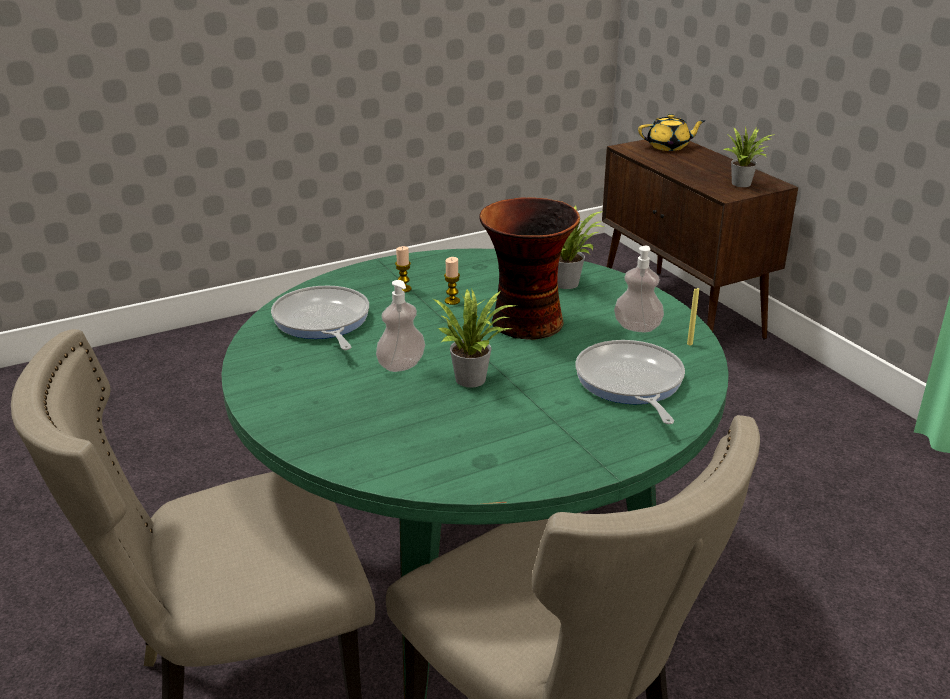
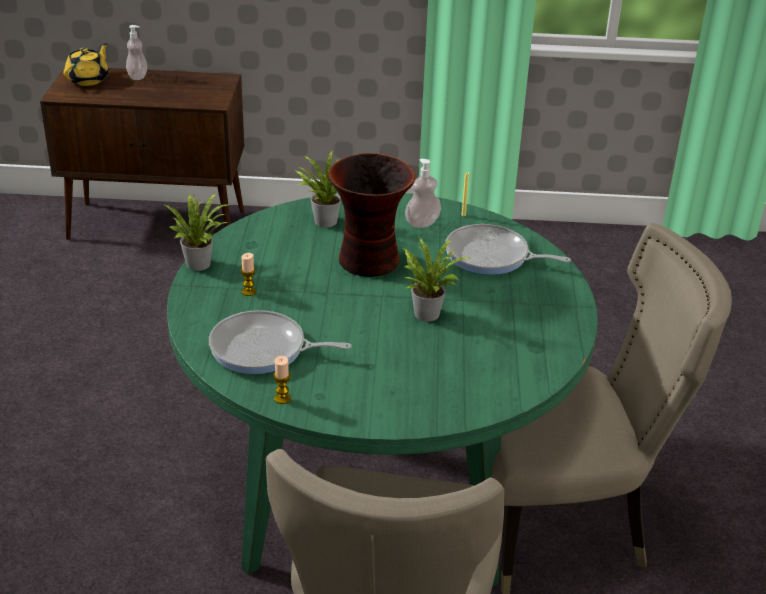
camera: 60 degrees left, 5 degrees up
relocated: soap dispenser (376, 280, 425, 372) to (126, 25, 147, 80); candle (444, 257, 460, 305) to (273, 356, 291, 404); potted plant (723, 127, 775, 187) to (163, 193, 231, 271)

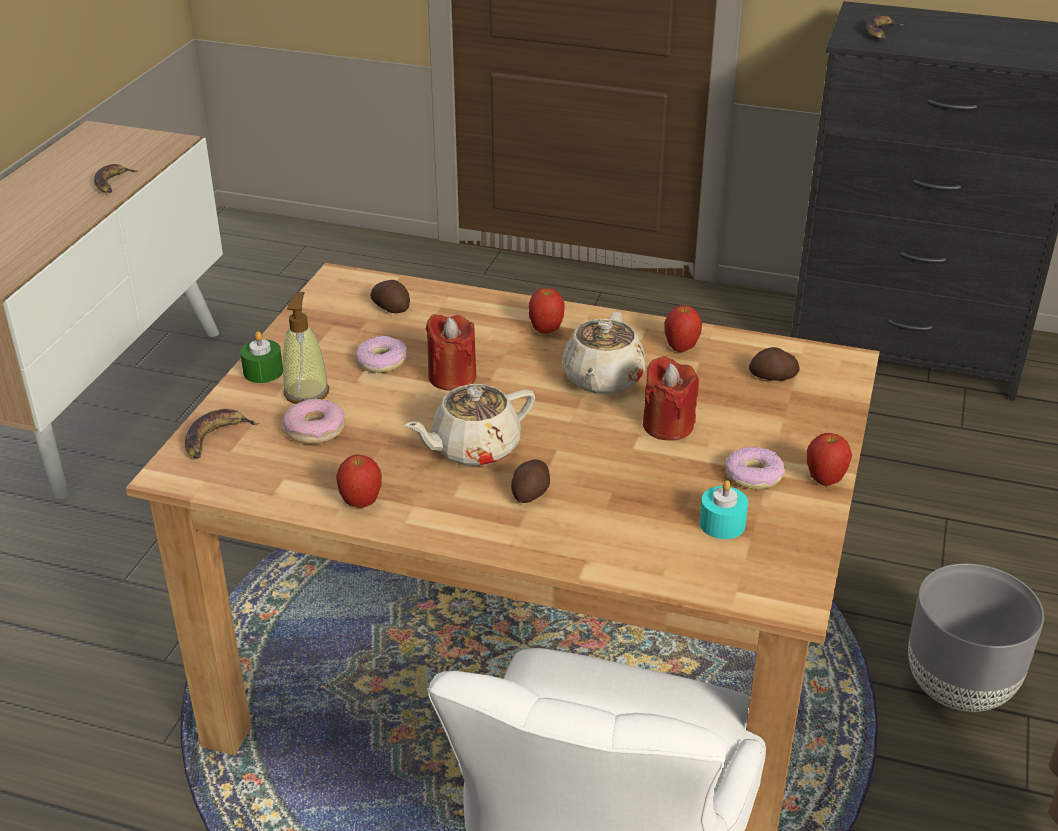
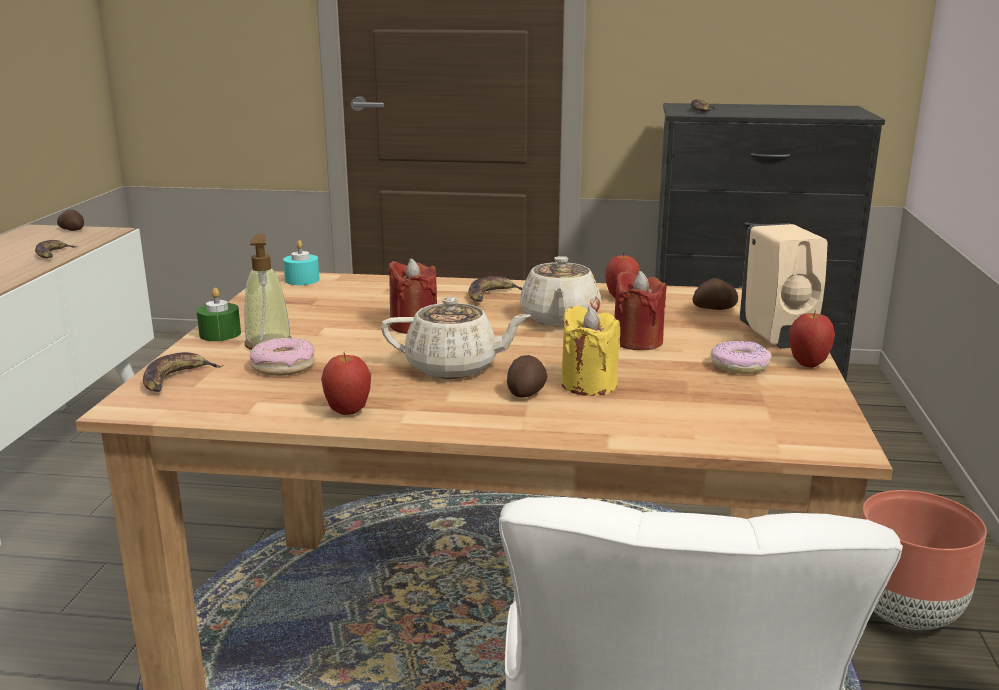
camera: 10 degrees left, 15 degrees down
missing: donut (355, 336, 407, 373)
appeared: candle in yellow (561, 306, 620, 396); soap dispenser in beige (740, 223, 828, 348)
relocated: potato (371, 280, 410, 313) to (57, 209, 84, 231); candle in turquoise (699, 480, 748, 539) to (283, 240, 319, 285)
exchanged: apple (528, 288, 565, 334) to banana (468, 276, 522, 302)
colour: planter in grey (908, 563, 1044, 712) to planter in brown (862, 490, 987, 630)
spun: teapot in beige (405, 384, 535, 466) = (381, 297, 531, 379) 135 degrees counterclockwise

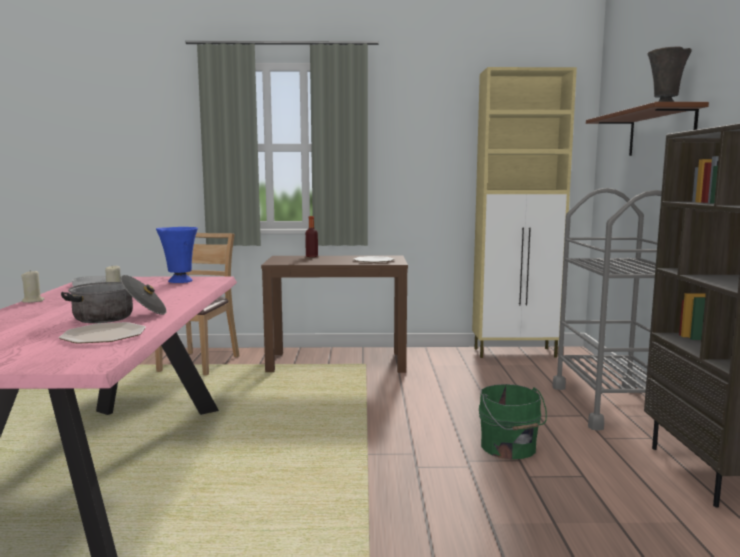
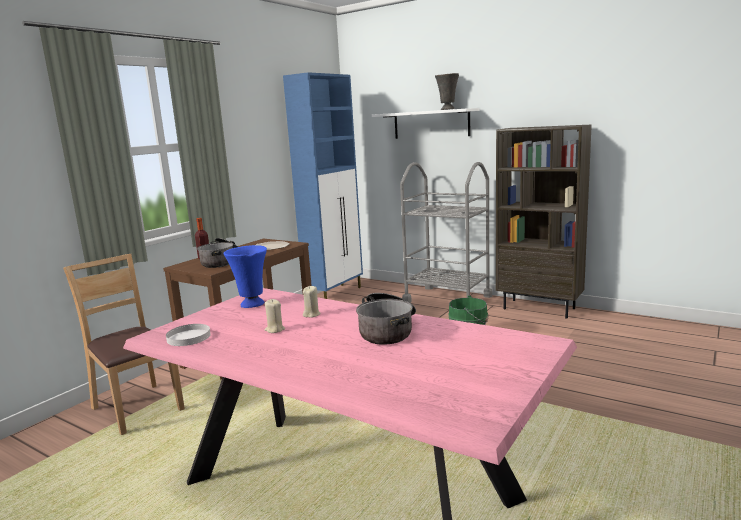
camera: 55 degrees left, 5 degrees up
missing: plate (59, 322, 146, 344)
appeared: cooking pot (197, 238, 238, 268)
relocated: candle in beige (21, 271, 45, 303) to (303, 286, 321, 318)
colour: cabinet in beige (472, 67, 577, 358) to cabinet in blue (283, 72, 363, 299); shelf in brown (586, 102, 709, 156) to shelf in white (372, 108, 480, 139)

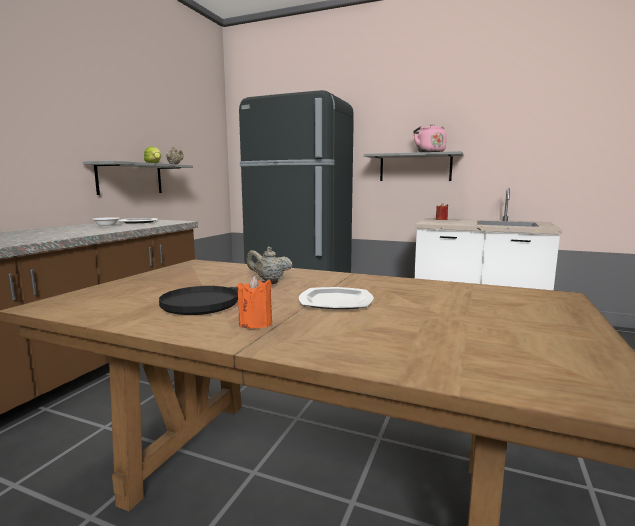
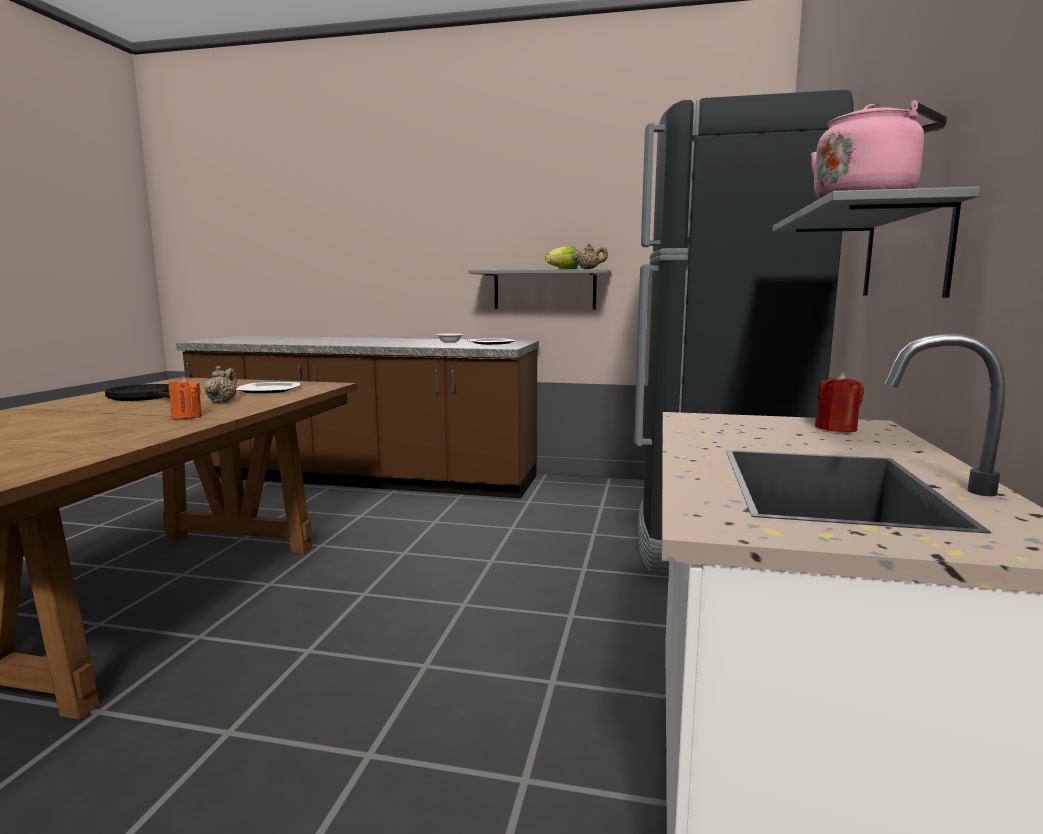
camera: 80 degrees right, 0 degrees up
relocated: candle in orange (238, 276, 272, 329) to (168, 376, 202, 419); plate (299, 287, 374, 309) to (236, 382, 300, 393)

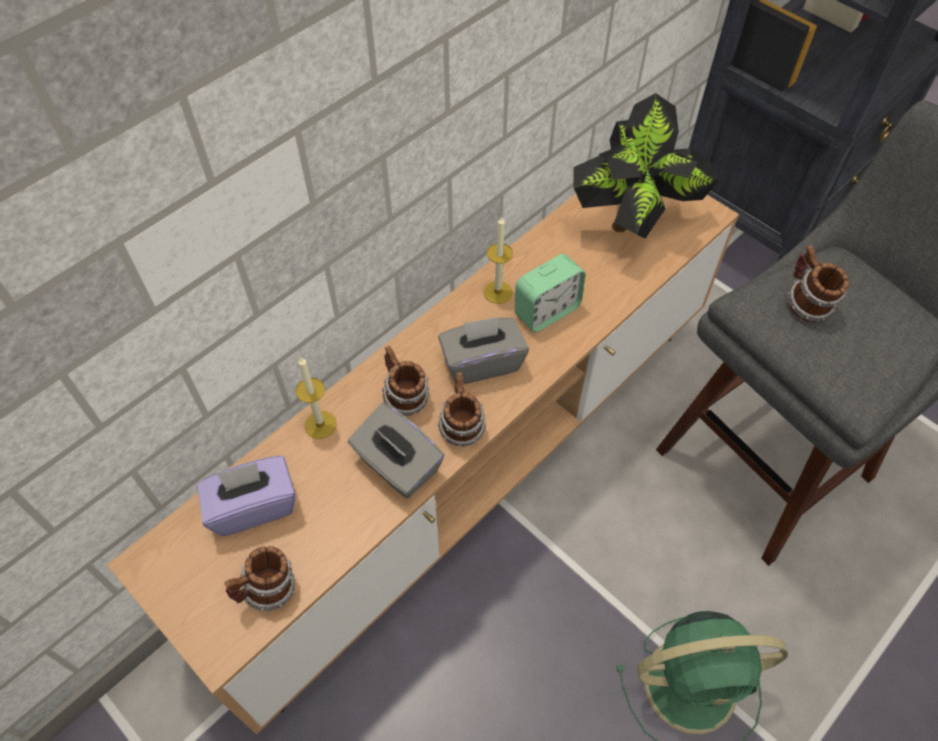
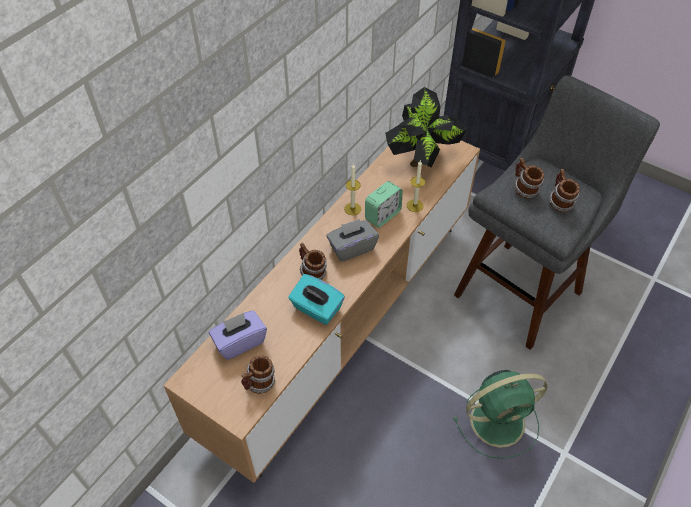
camera: 10 degrees left, 5 degrees down
relocated: candle (296, 357, 337, 439) to (407, 161, 425, 212); mug (438, 372, 486, 447) to (549, 169, 580, 212)
colour: tissue box in grey (348, 403, 444, 498) to tissue box in turquoise (288, 274, 345, 325)

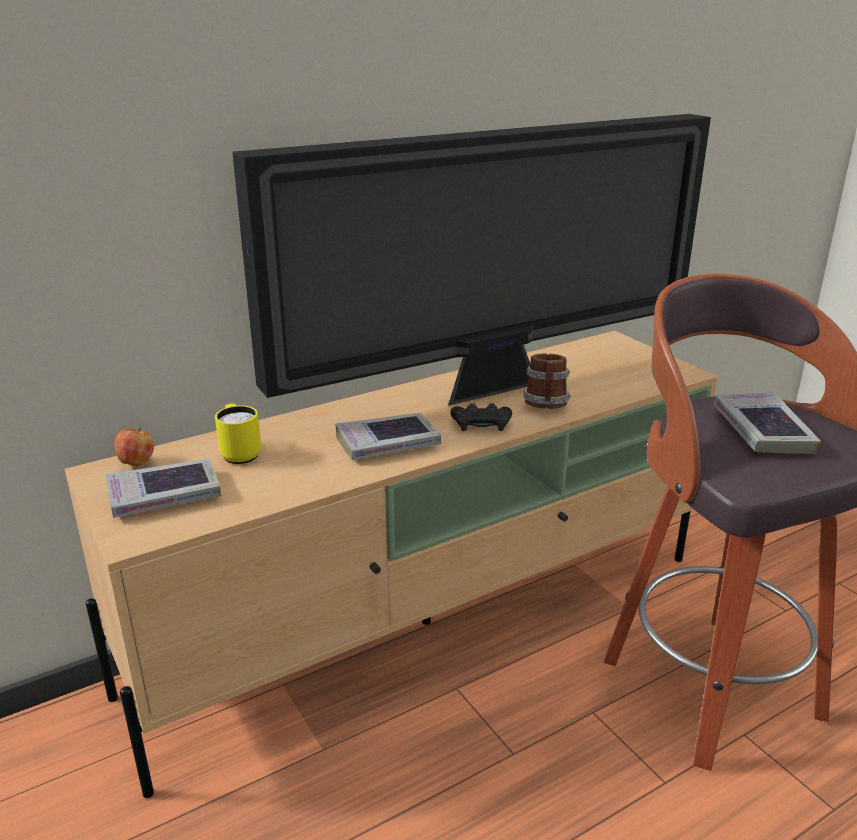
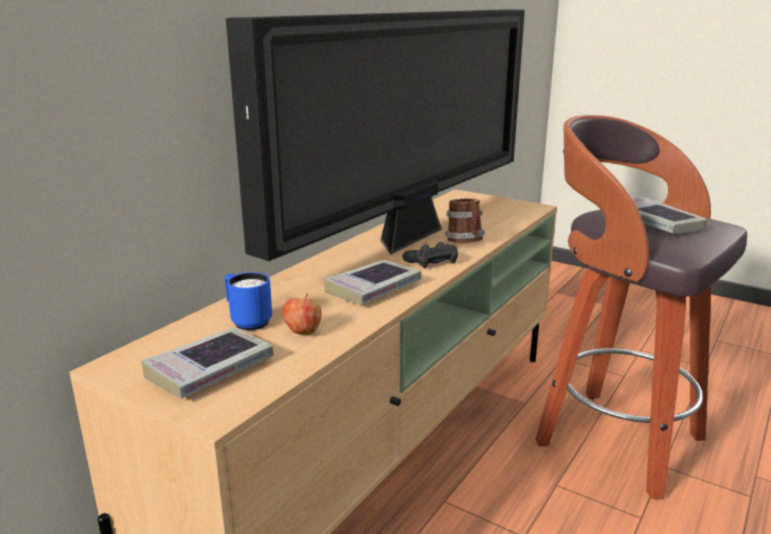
camera: 25 degrees left, 5 degrees down
relocated: apple (114, 427, 154, 467) to (282, 294, 322, 335)
colour: mug in yellow (215, 403, 261, 464) to mug in blue (224, 272, 272, 331)

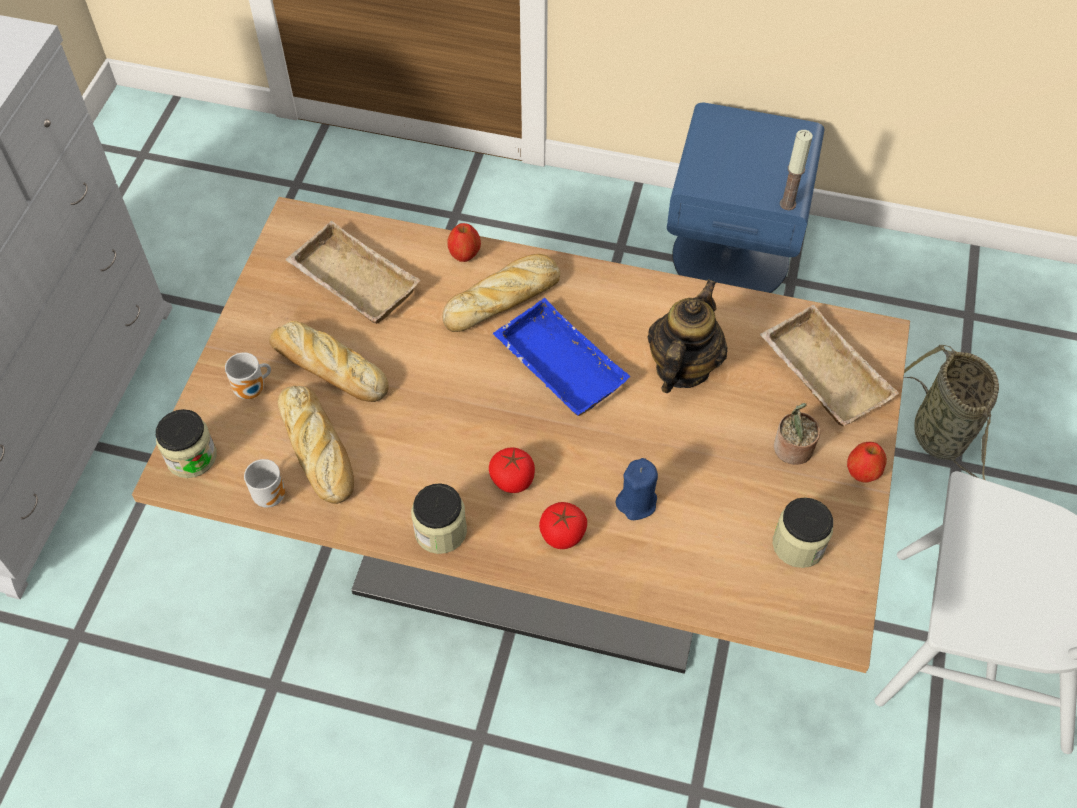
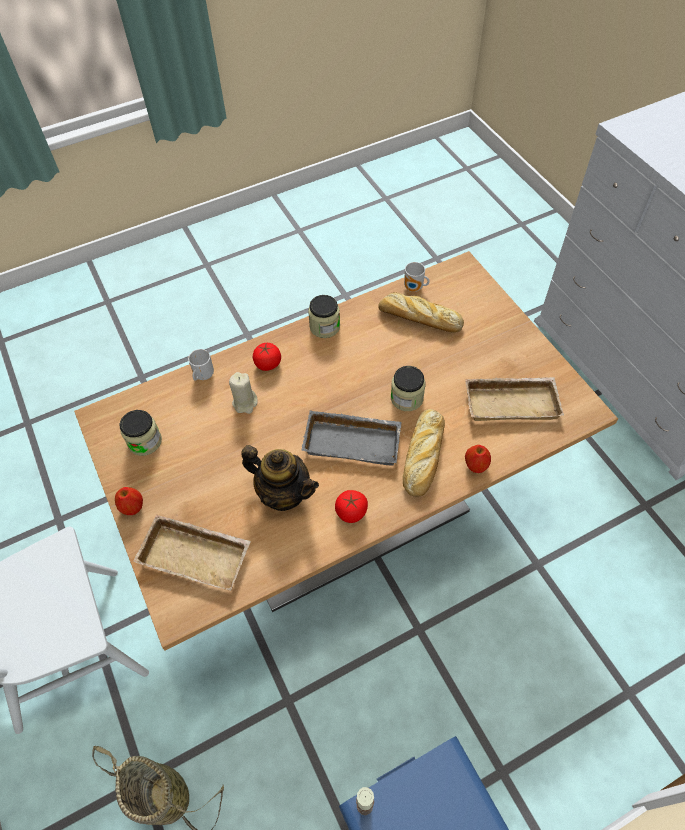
camera: 140 degrees right, 0 degrees up
missing: bread (269, 321, 389, 402); potted plant (774, 403, 820, 465)
relocated: jar (156, 409, 217, 478) to (391, 366, 425, 411); mug (225, 352, 271, 399) to (188, 349, 214, 381); tomato (489, 447, 535, 493) to (335, 490, 368, 523)
colour: tray in blue (493, 298, 630, 416) to tray in grey (302, 410, 402, 466); candle in blue (615, 458, 658, 520) to candle in beige (229, 372, 258, 414)
spun: teapot (647, 279, 728, 393) = (241, 445, 319, 511) 45 degrees counterclockwise

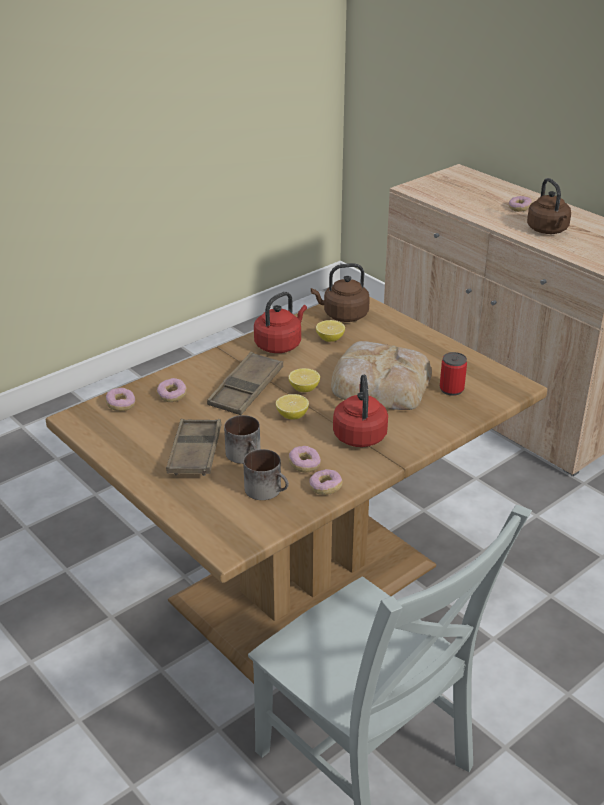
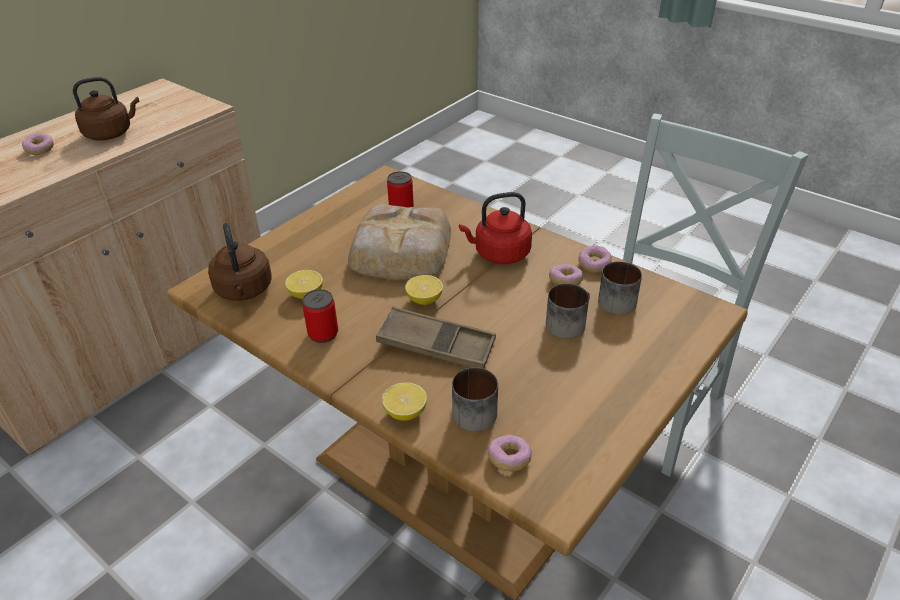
camera: 100 degrees left, 5 degrees up
missing: tray in brown (166, 419, 222, 476)
relocated: lemon (276, 394, 309, 419) to (382, 382, 427, 421)
exchanged: donut (157, 378, 187, 402) to mug (452, 367, 498, 431); kettle in red (254, 292, 307, 353) to can (302, 289, 338, 343)

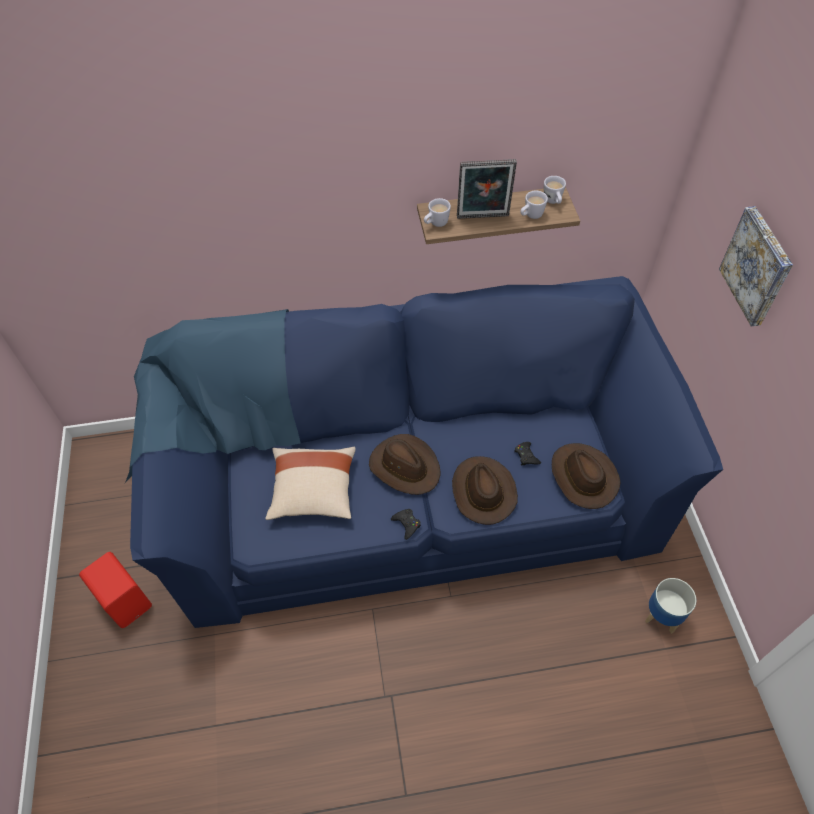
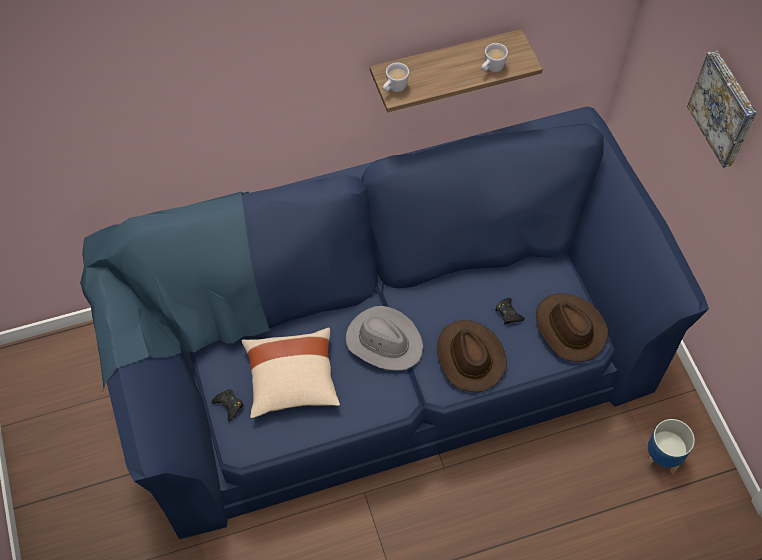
camera: 10 degrees left, 5 degrees up
missing: speaker in red (79, 552, 152, 628); picture frame (457, 159, 517, 219); mug in white (544, 176, 566, 204)
relocated: game controller in black (391, 509, 421, 540) to (211, 389, 243, 422)
colour: hat in brown (369, 434, 440, 495) to hat in grey (346, 306, 423, 371)

